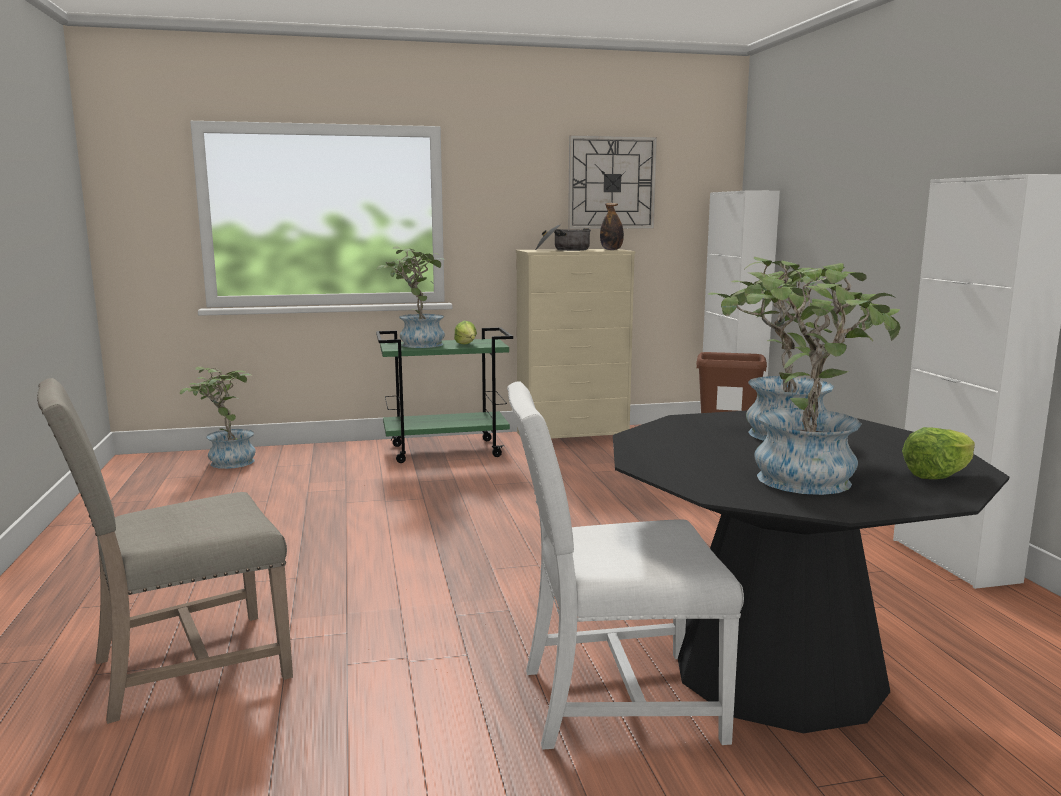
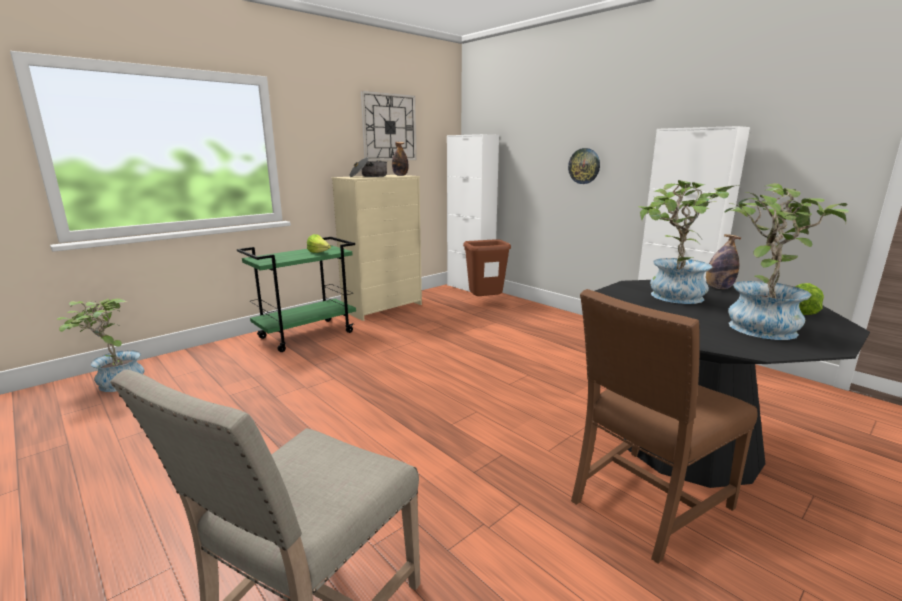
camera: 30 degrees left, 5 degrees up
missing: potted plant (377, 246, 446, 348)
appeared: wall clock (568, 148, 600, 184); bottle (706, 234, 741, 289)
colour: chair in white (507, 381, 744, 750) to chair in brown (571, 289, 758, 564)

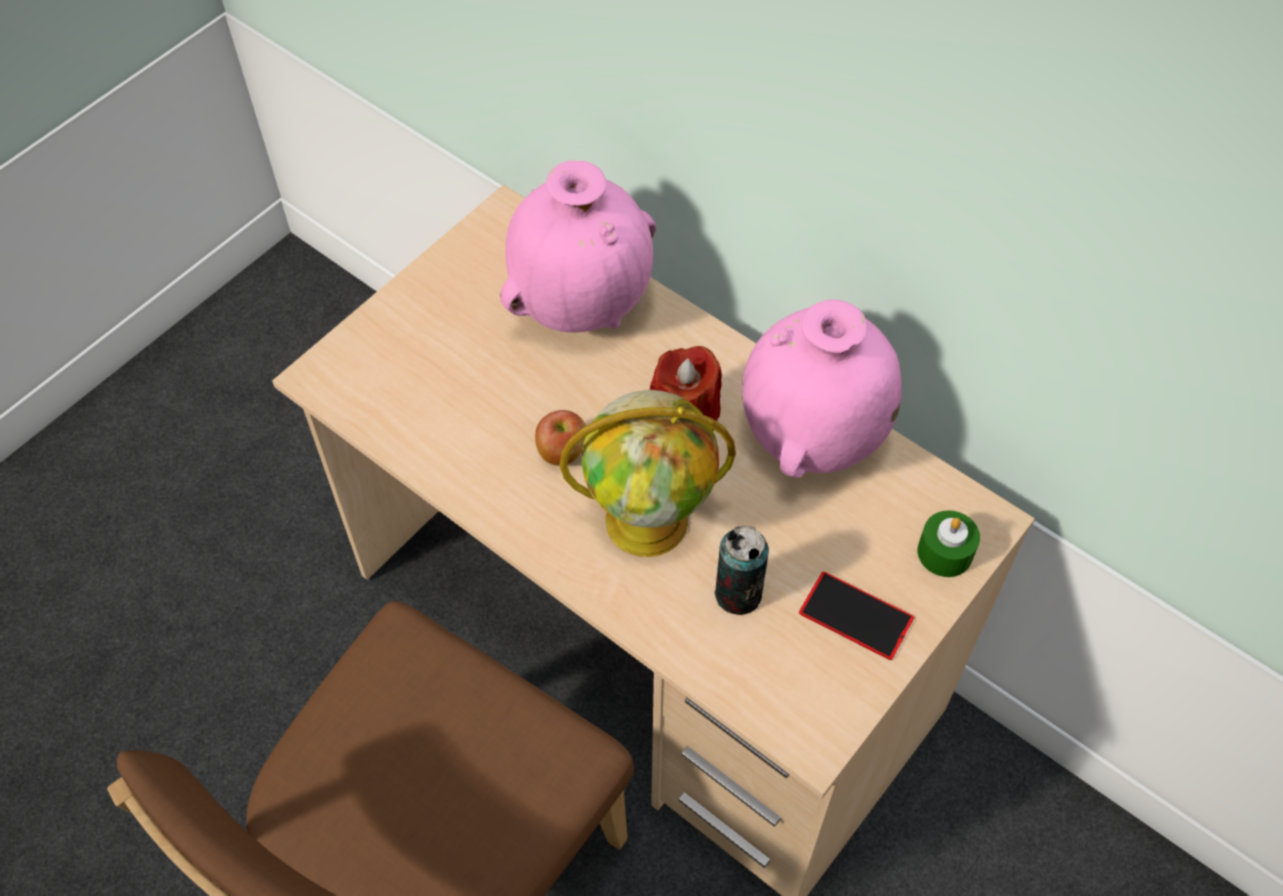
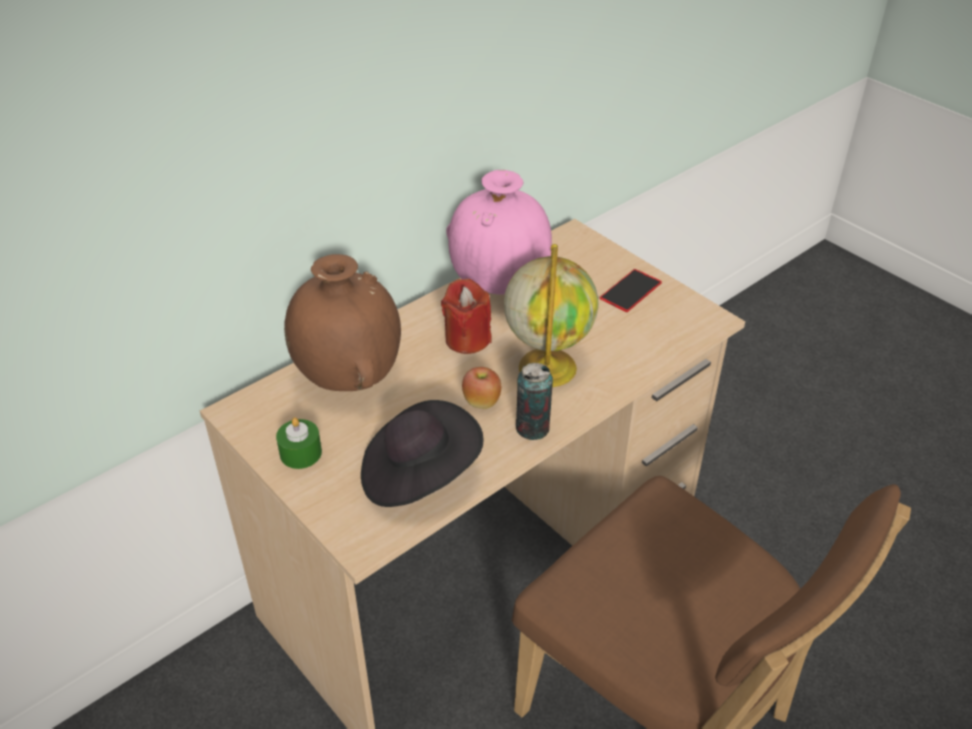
camera: 80 degrees left, 15 degrees down
appeared: hat in black (361, 400, 484, 507)
relocated: can (715, 526, 769, 615) to (516, 363, 553, 440); candle in green (917, 510, 980, 577) to (276, 417, 322, 469)
colour: vase in pink (500, 160, 656, 333) to vase in brown (284, 254, 401, 391)

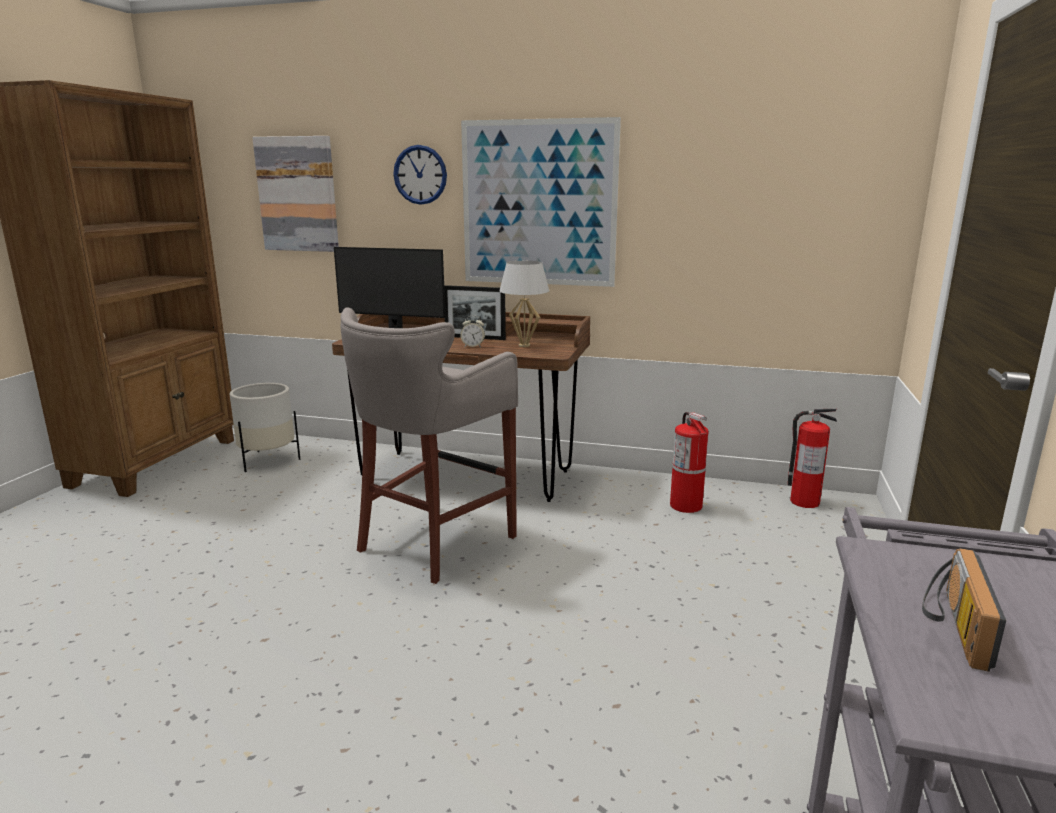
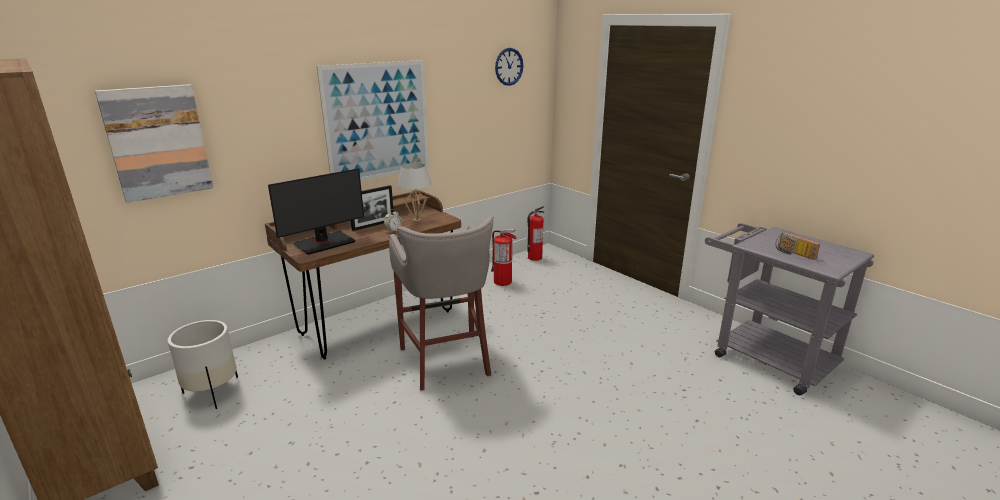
camera: 55 degrees left, 5 degrees up
relocated: wall clock (393, 145, 447, 205) to (495, 48, 523, 86)

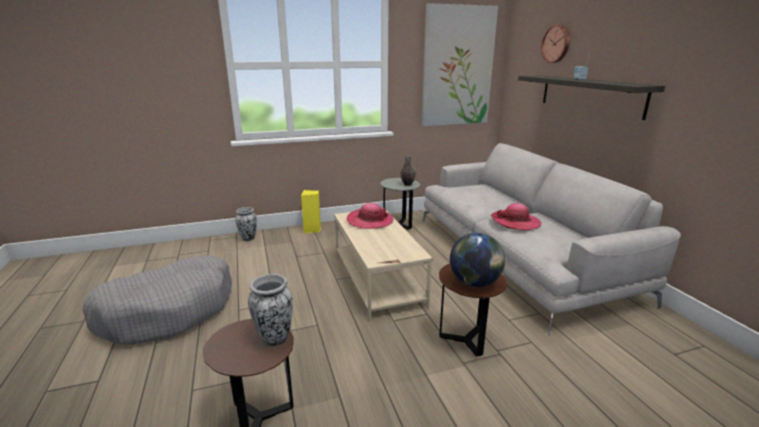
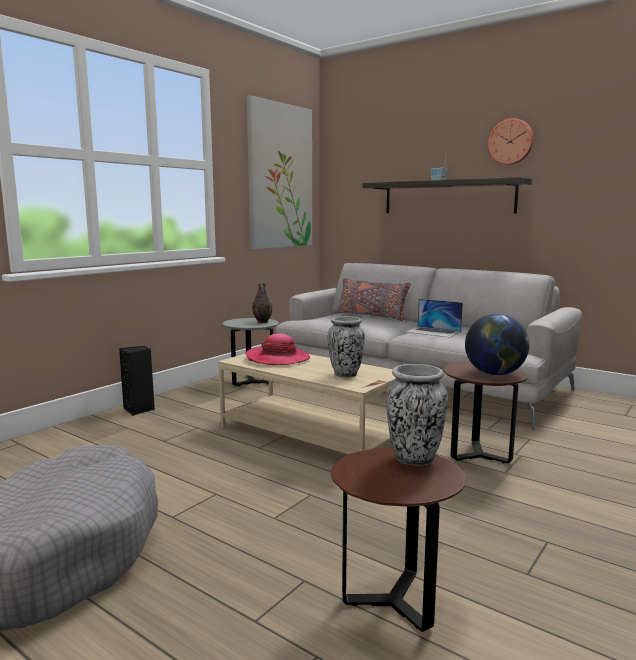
camera: 35 degrees left, 10 degrees down
appeared: pillow in grey (337, 278, 411, 322)
relocated: vase (235, 207, 257, 241) to (327, 316, 365, 378); wall clock (541, 24, 570, 63) to (488, 118, 534, 165)
exchanged: hat (491, 203, 541, 230) to laptop (406, 299, 463, 338)
colour: speaker in yellow (301, 190, 321, 233) to speaker in black (119, 346, 155, 416)

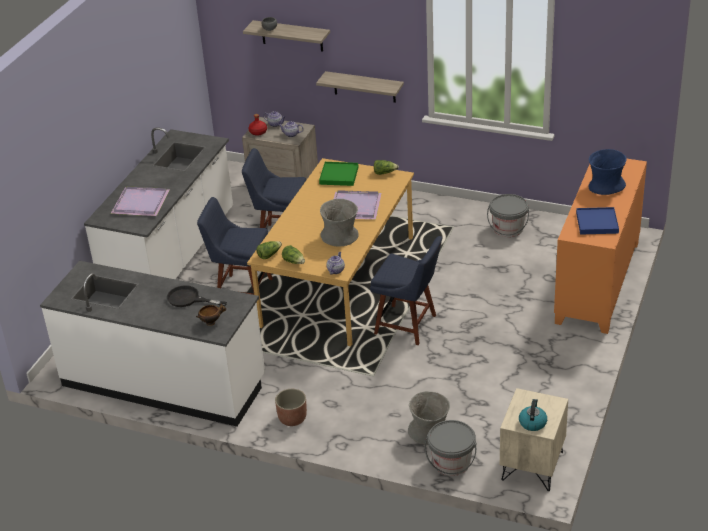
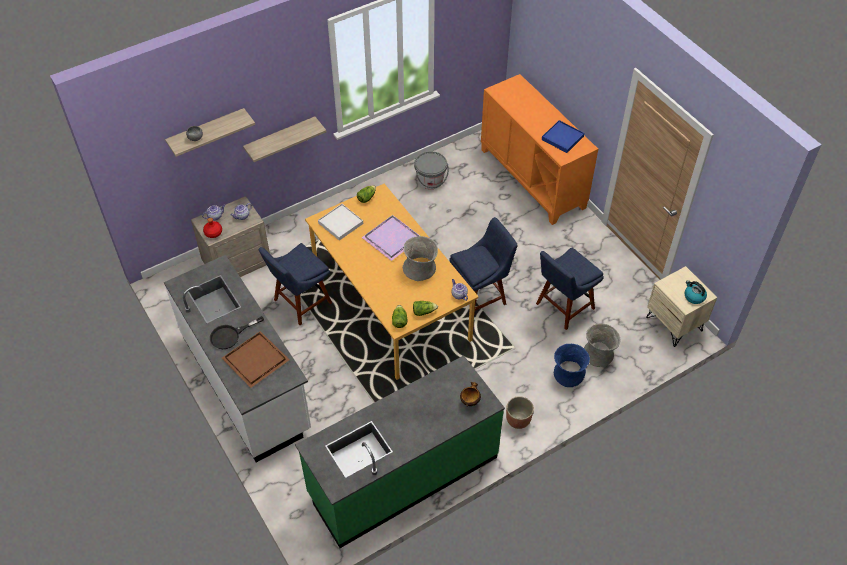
camera: 55 degrees left, 15 degrees up
missing: bucket in grey (425, 420, 476, 476)
relocated: frying pan in black (167, 285, 227, 307) to (210, 316, 264, 349); chair in blue (197, 197, 273, 295) to (536, 247, 604, 330); vase in blue (589, 149, 627, 195) to (554, 344, 590, 387)
colour: counter in white (40, 261, 265, 427) to counter in green (295, 355, 505, 548); tray in purple (111, 186, 169, 216) to tray in brown (222, 331, 289, 388); tray in green (319, 162, 358, 186) to tray in white (318, 204, 363, 241)

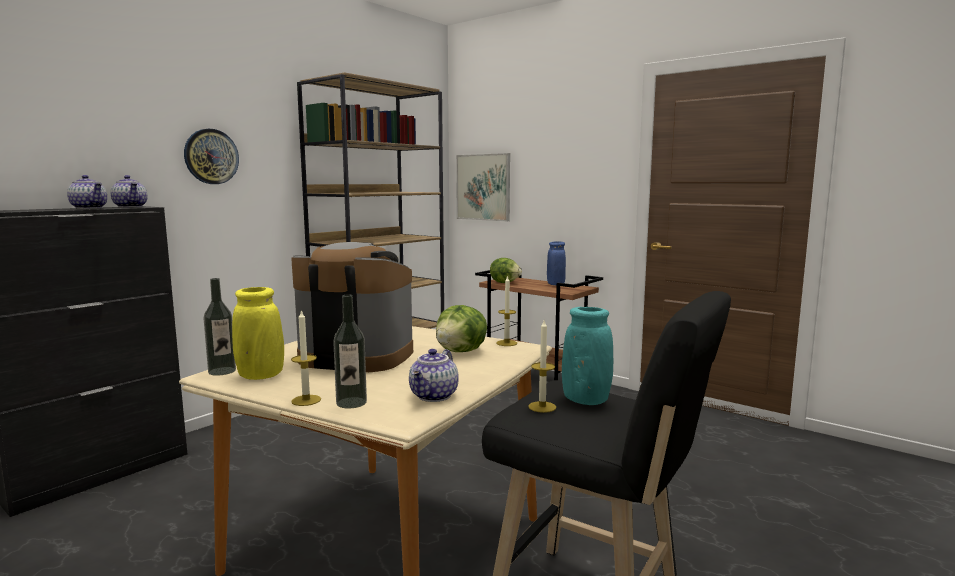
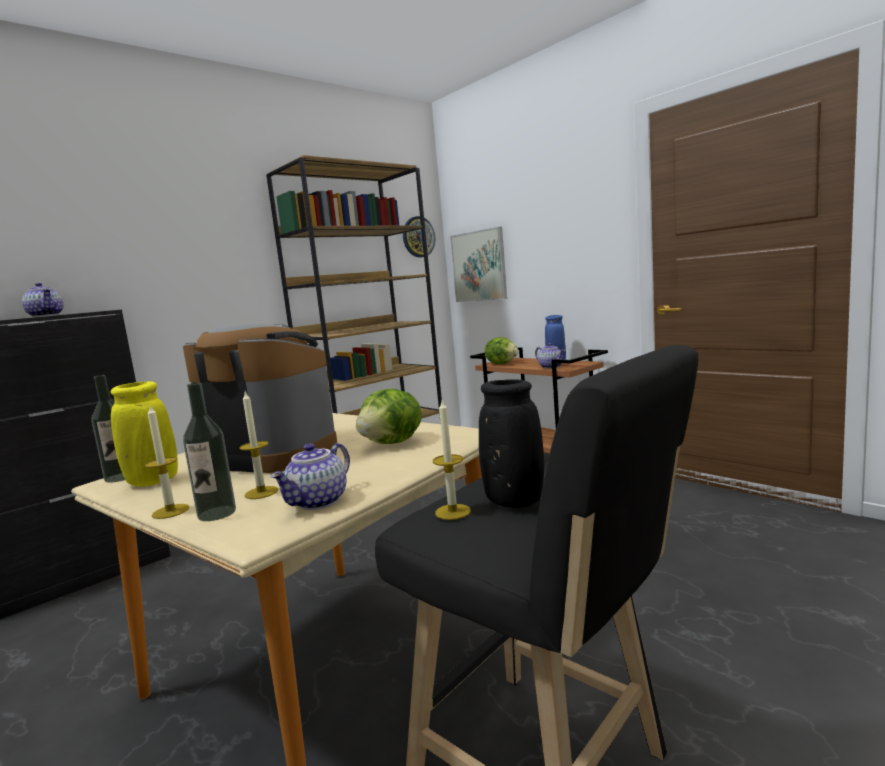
camera: 10 degrees right, 0 degrees up
relocated: teapot (110, 175, 148, 208) to (535, 343, 565, 369); wall clock (184, 129, 239, 184) to (403, 216, 435, 258); candle (496, 275, 517, 346) to (239, 391, 278, 499)
colour: vase in turquoise (562, 307, 613, 405) to vase in black (479, 379, 544, 508)

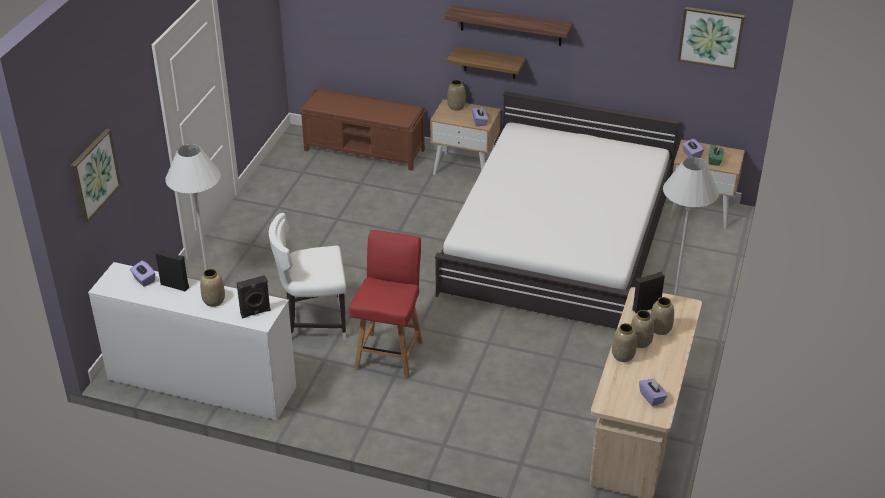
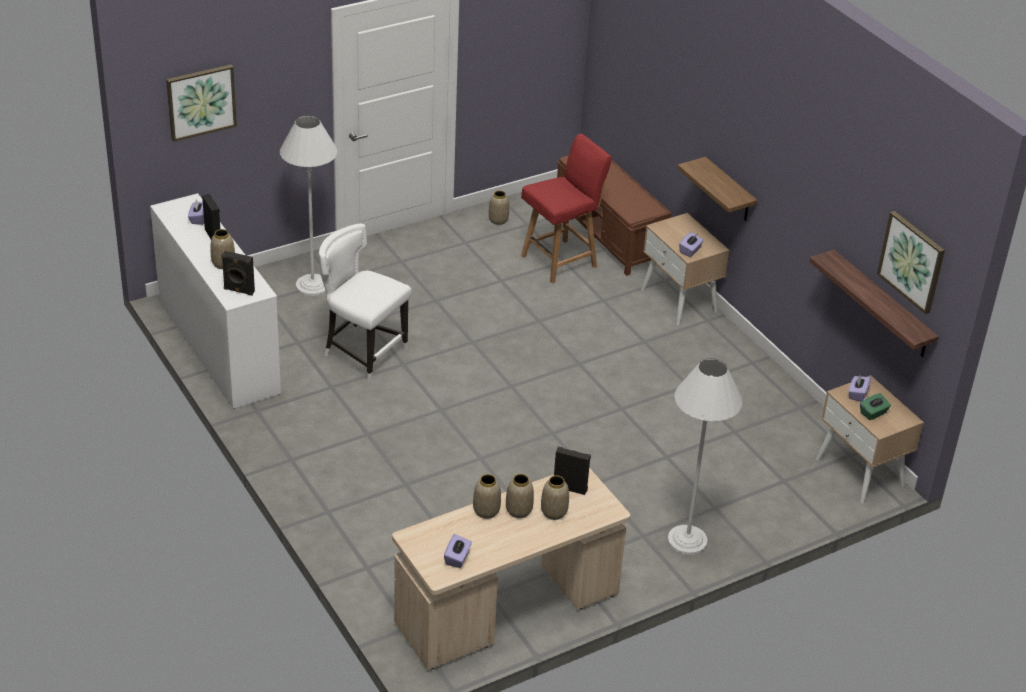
camera: 40 degrees right, 0 degrees up
missing: bed in white (435, 91, 680, 329)
relocated: chair in red (349, 230, 423, 379) to (521, 134, 612, 283); shelf (445, 5, 572, 46) to (809, 249, 939, 357); vase (447, 79, 466, 110) to (489, 191, 509, 225)

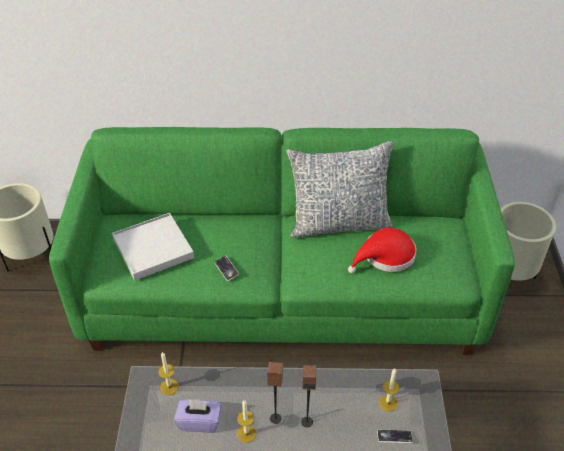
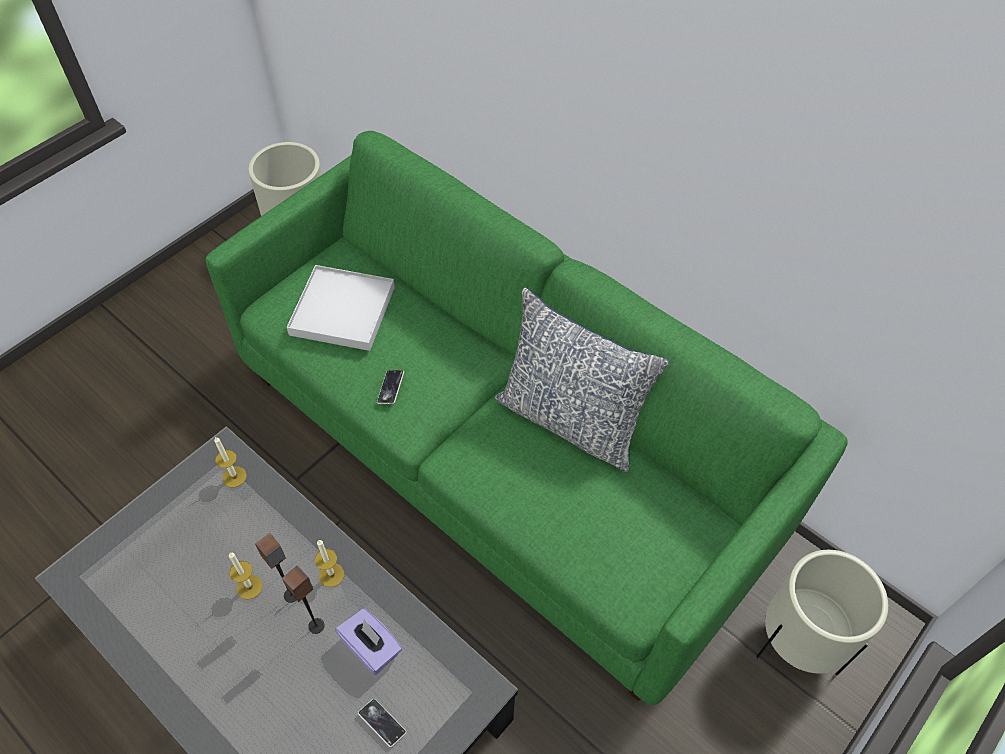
camera: 40 degrees right, 10 degrees up
missing: hat in red (348, 228, 416, 273)
relocated: tissue box in purple (174, 399, 221, 433) to (335, 608, 402, 675); candle (378, 368, 399, 411) to (315, 540, 344, 587)

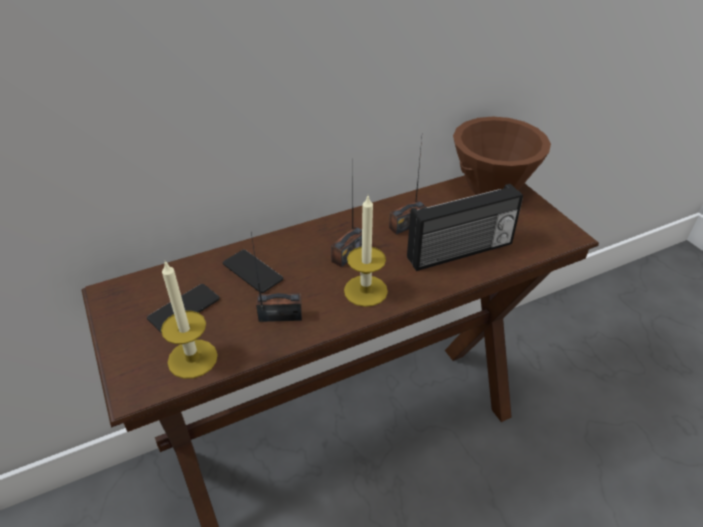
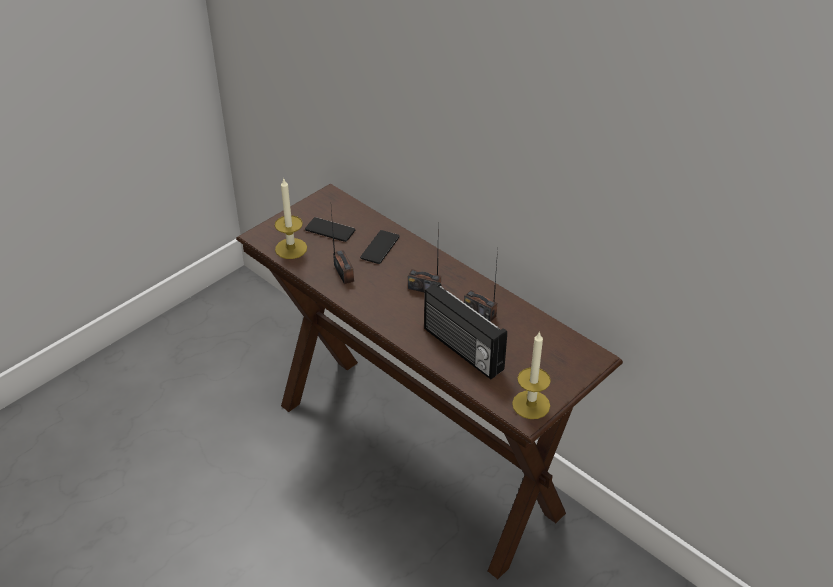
camera: 70 degrees right, 0 degrees up
missing: bowl in brown (453, 117, 551, 195)
relocated: candle (344, 196, 388, 307) to (512, 331, 551, 419)

